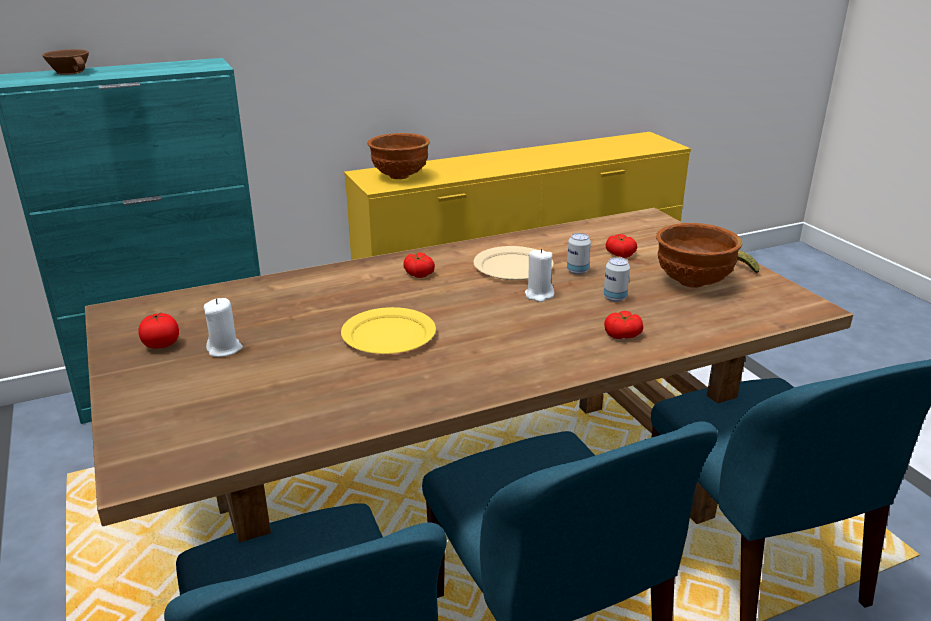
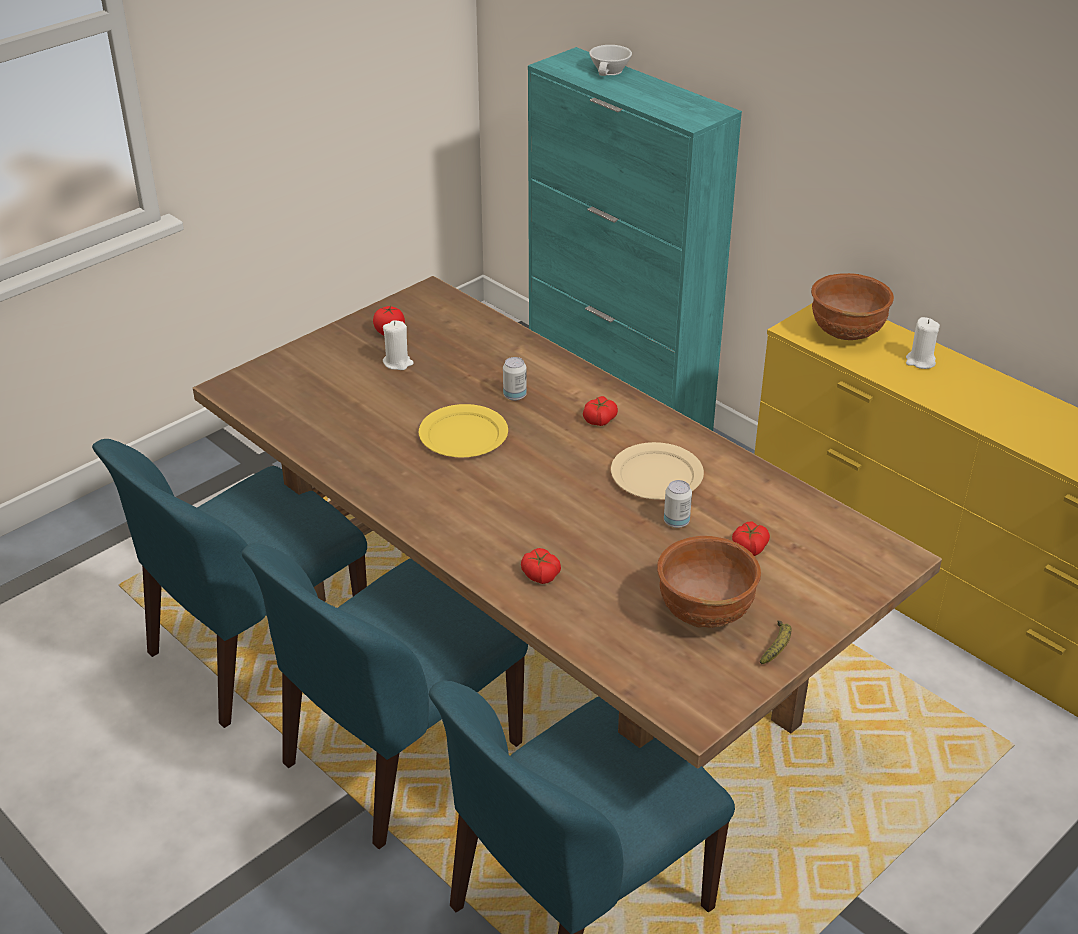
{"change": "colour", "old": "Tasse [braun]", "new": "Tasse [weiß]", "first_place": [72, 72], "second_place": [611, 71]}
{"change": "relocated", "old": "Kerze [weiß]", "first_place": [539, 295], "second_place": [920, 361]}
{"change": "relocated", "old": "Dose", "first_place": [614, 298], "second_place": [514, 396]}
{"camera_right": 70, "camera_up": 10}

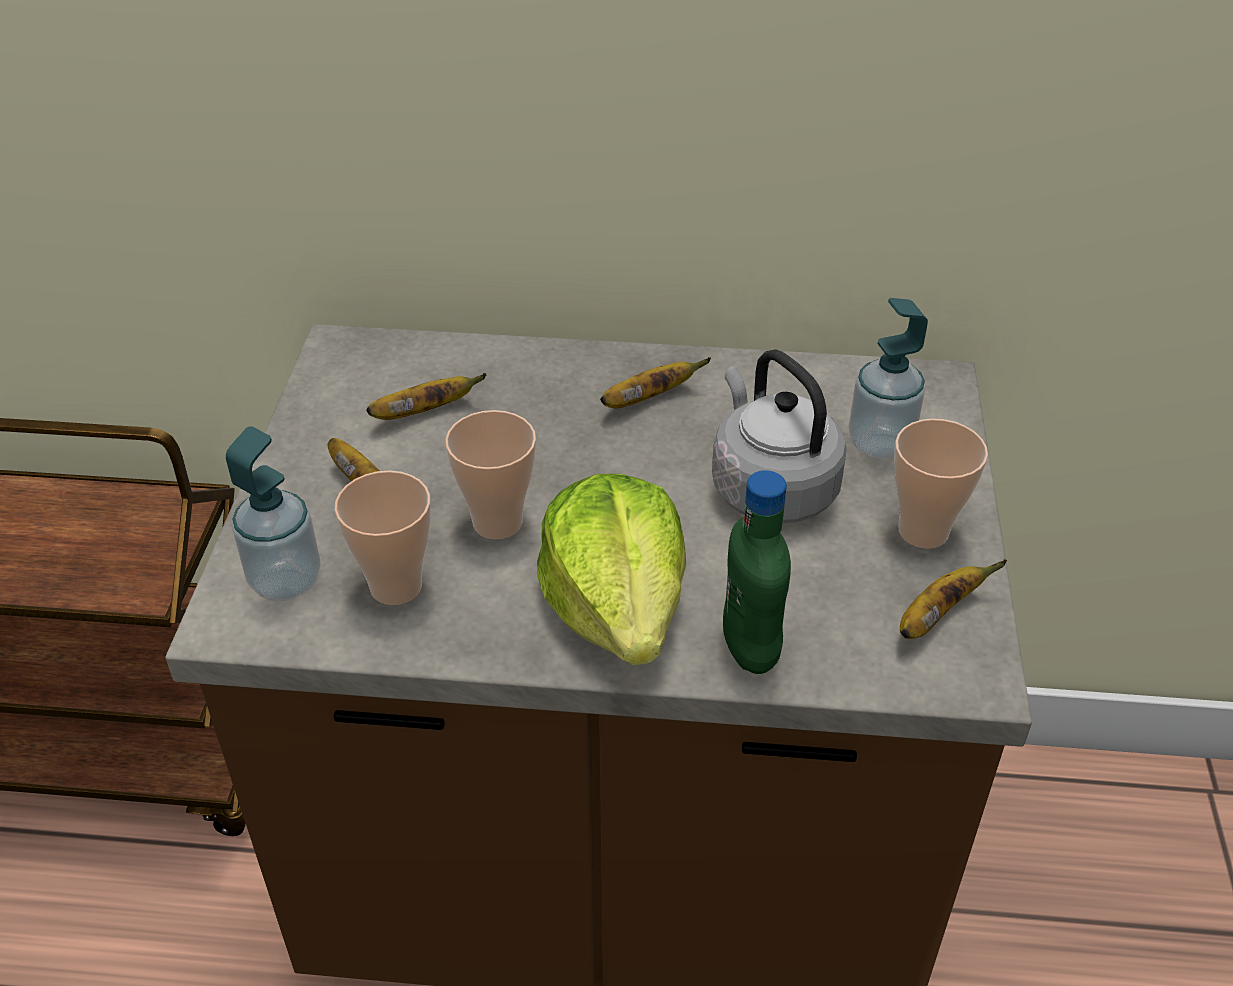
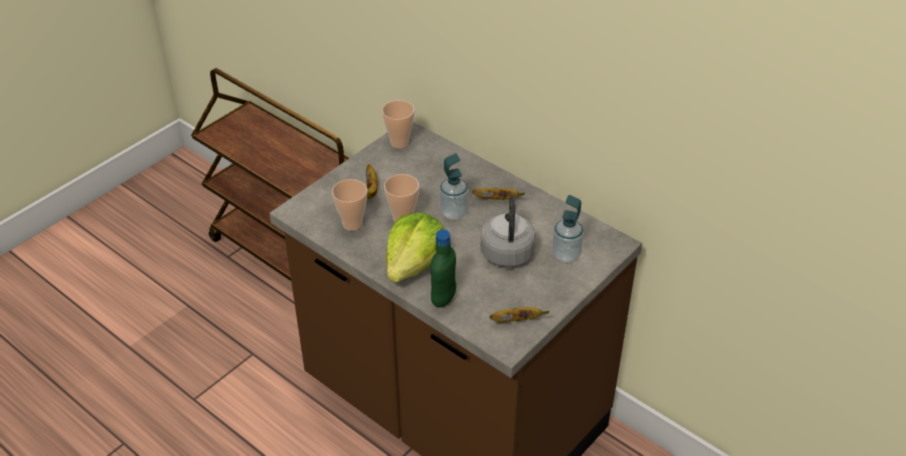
{"change": "missing", "old": "Banane", "first_place": [425, 412]}
{"change": "relocated", "old": "Tasse", "first_place": [923, 531], "second_place": [399, 142]}
{"change": "relocated", "old": "Seifenspender", "first_place": [285, 581], "second_place": [453, 213]}
{"camera_right": 35, "camera_up": 0}

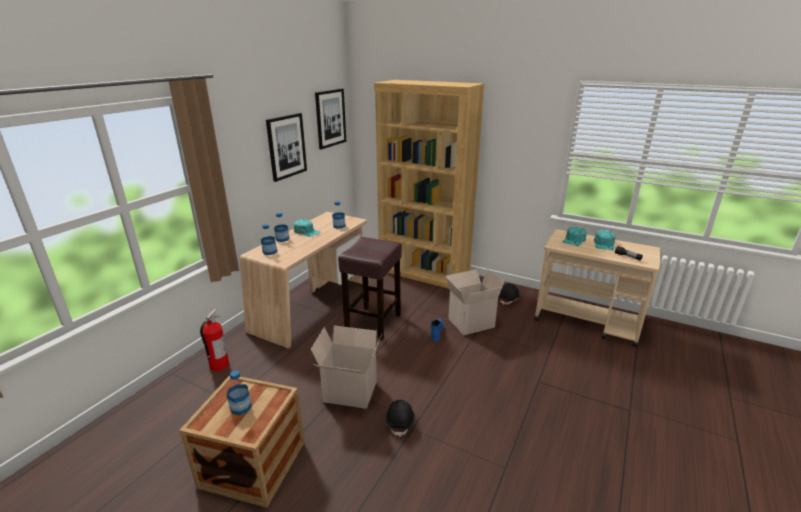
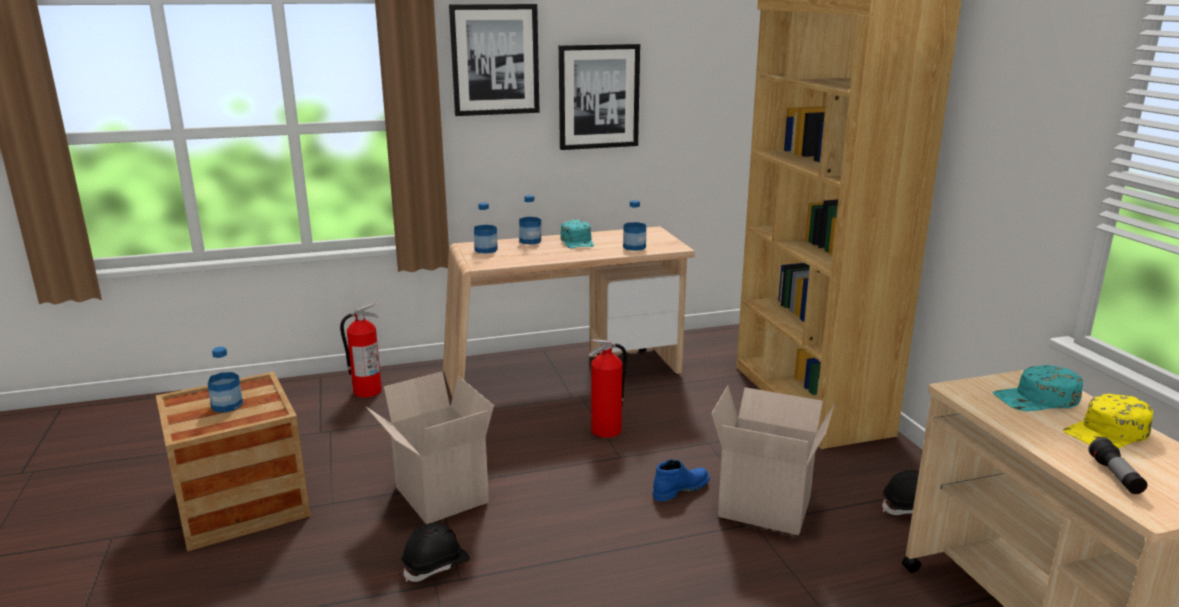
{"change": "relocated", "old": "Bild", "first_place": [330, 118], "second_place": [495, 60]}
{"change": "colour", "old": "Kappe [türkis]", "new": "Kappe [gelb]", "first_place": [604, 244], "second_place": [1107, 433]}
{"change": "exchanged", "old": "Hocker [braun]", "new": "Feuerlöscher", "first_place": [373, 323], "second_place": [607, 431]}
{"camera_right": 45, "camera_up": -5}

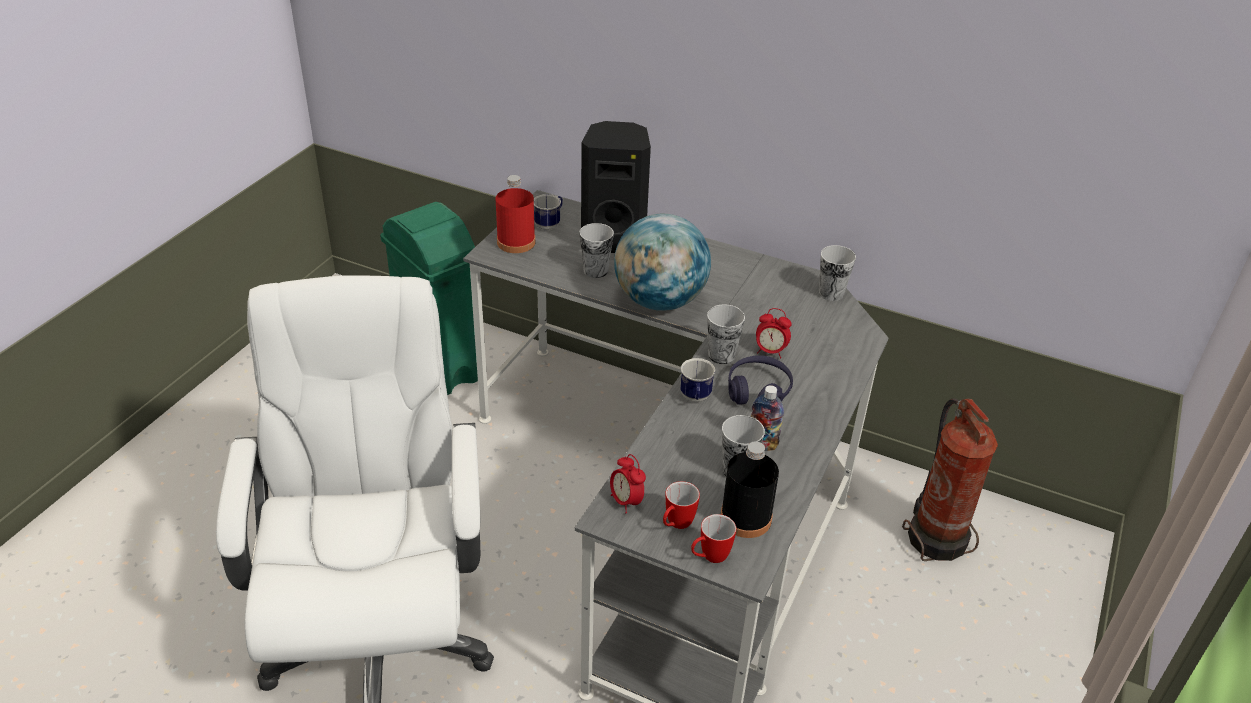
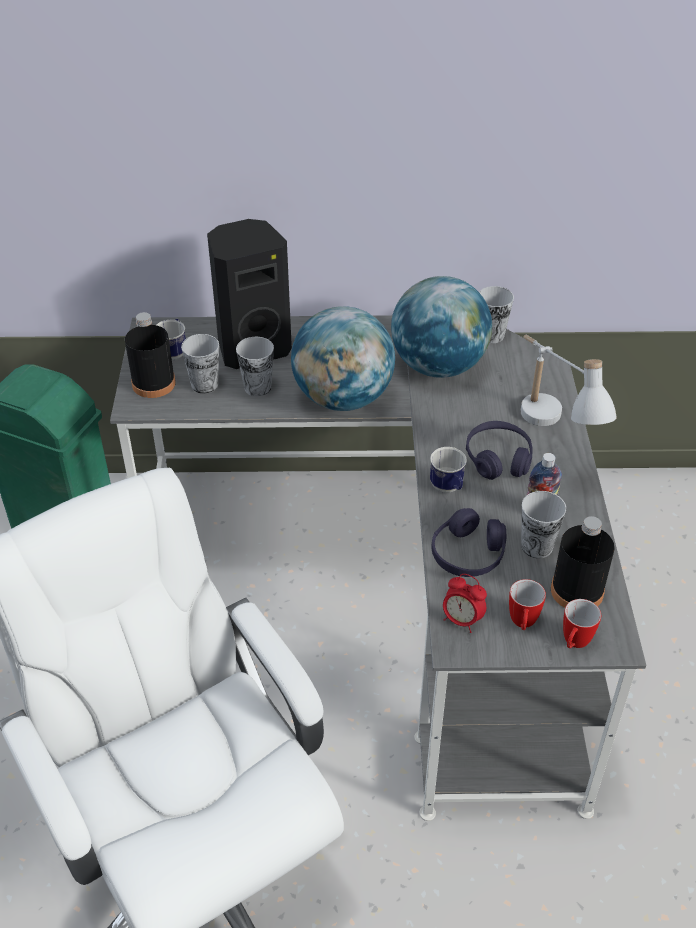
{"change": "colour", "old": "Flasche [rot]", "new": "Flasche [schwarz]", "first_place": [516, 242], "second_place": [153, 383]}
{"change": "relocated", "old": "Tasse", "first_place": [721, 355], "second_place": [204, 384]}
{"change": "missing", "old": "Wecker", "first_place": [770, 351]}
{"change": "missing", "old": "Feuerlöscher", "first_place": [936, 536]}
{"change": "appeared", "new": "Globus", "second_place": [438, 366]}
{"change": "appeared", "new": "Tischlampe [weiß]", "second_place": [550, 432]}
{"change": "appeared", "new": "Kopfhörer [lila]", "second_place": [467, 554]}
{"camera_right": -25, "camera_up": 5}

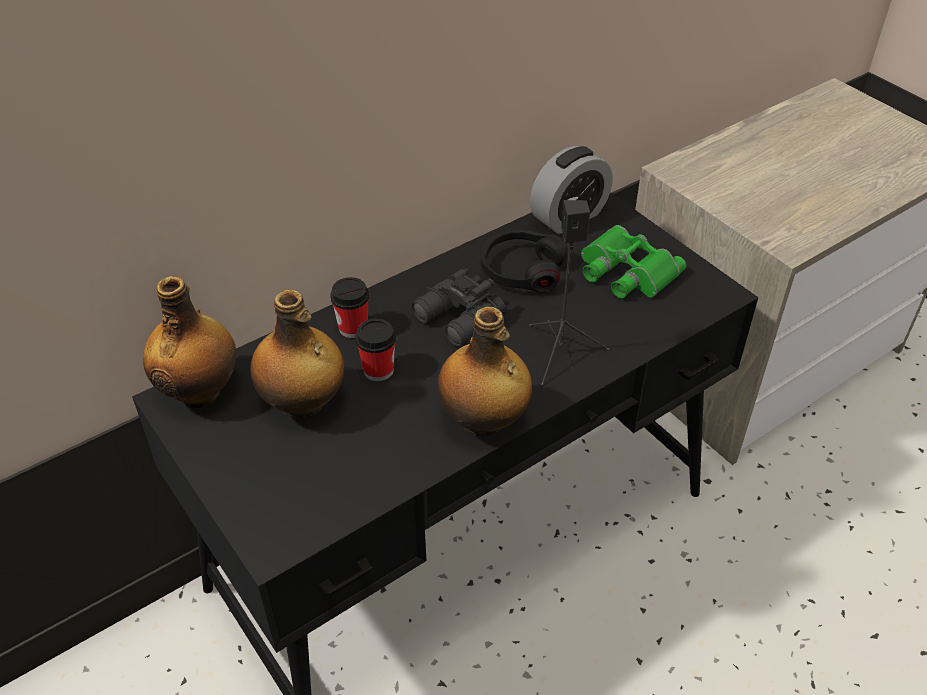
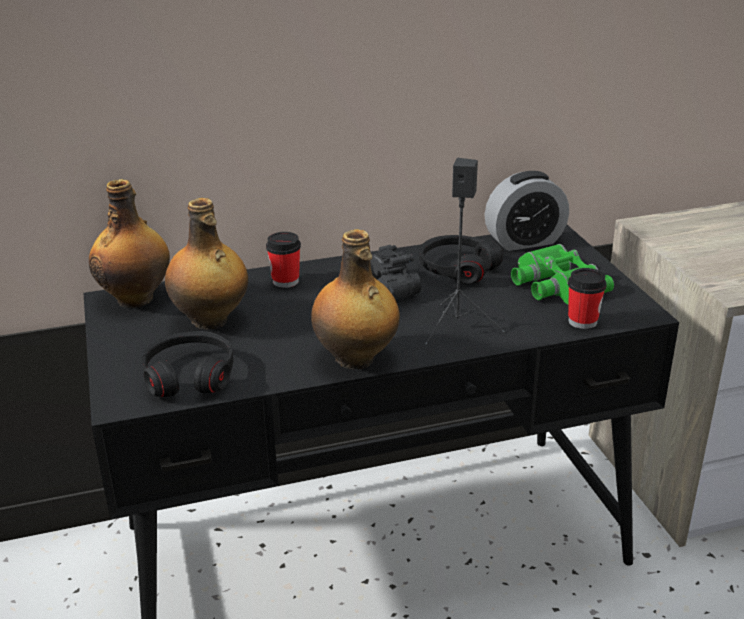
{"change": "relocated", "old": "Tasse", "first_place": [378, 370], "second_place": [582, 321]}
{"change": "appeared", "new": "Kopfhörer [schwarz]", "second_place": [190, 375]}
{"camera_right": 20, "camera_up": -15}

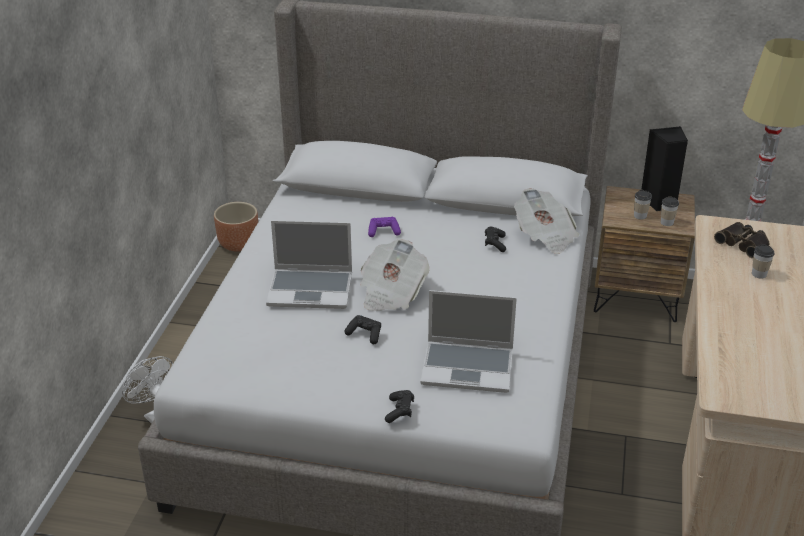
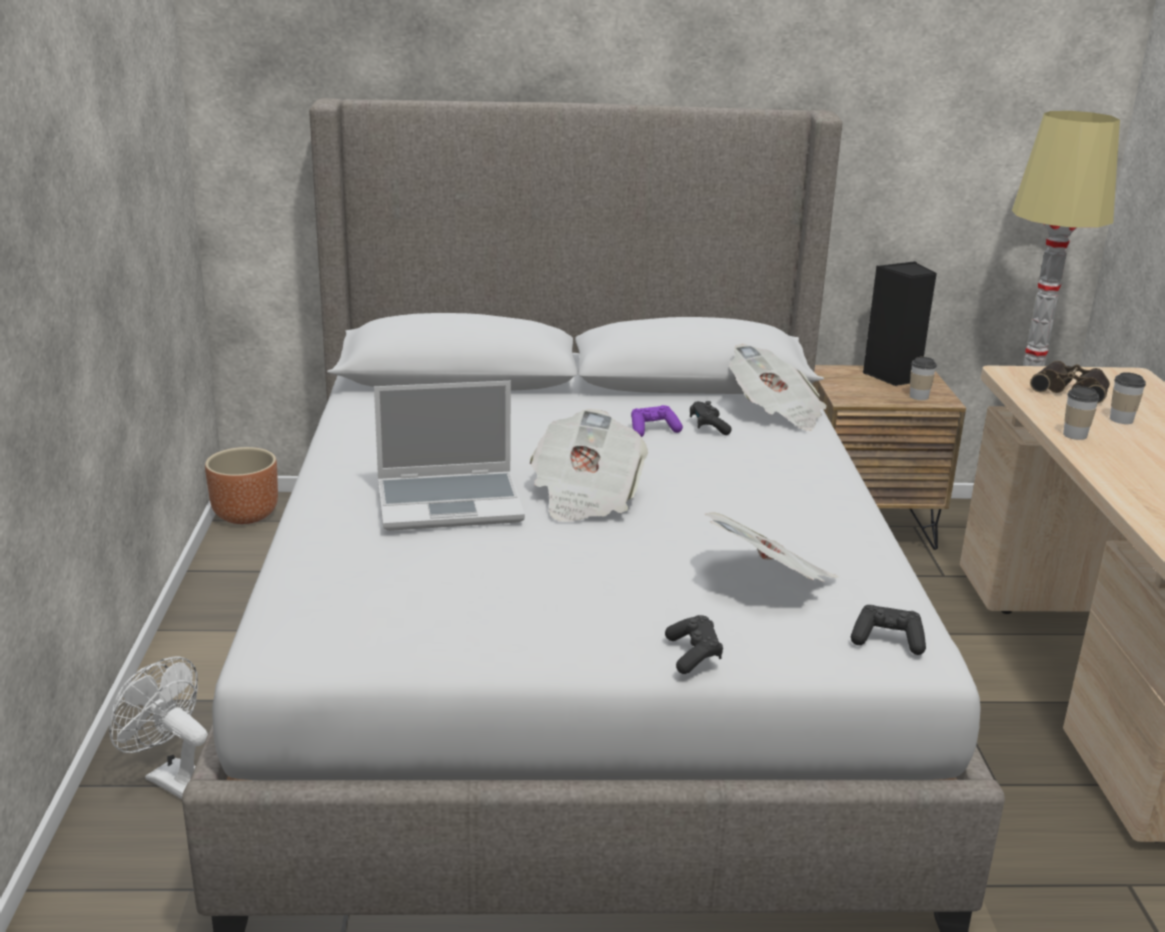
{"change": "relocated", "old": "Tasse", "first_place": [640, 216], "second_place": [1075, 435]}
{"change": "relocated", "old": "Gamepad [lila]", "first_place": [383, 232], "second_place": [653, 430]}
{"change": "exchanged", "old": "Laptop", "new": "Zeitung", "first_place": [468, 367], "second_place": [770, 580]}
{"change": "relocated", "old": "Gamepad [schwarz]", "first_place": [365, 334], "second_place": [887, 640]}
{"camera_right": -15, "camera_up": -10}

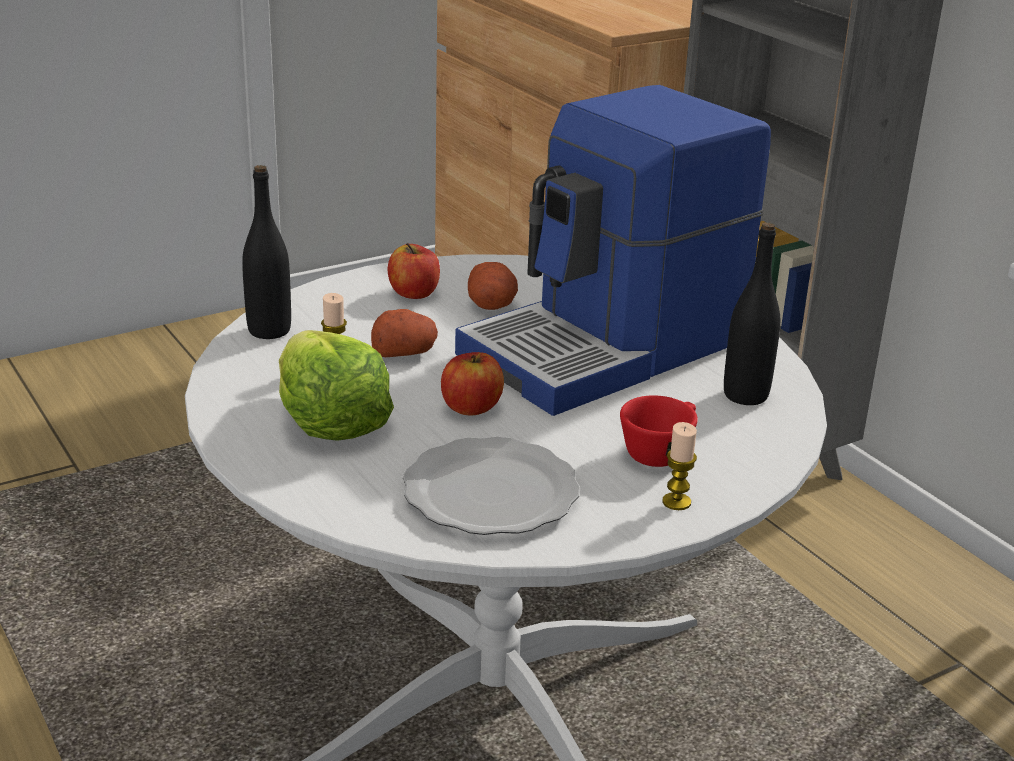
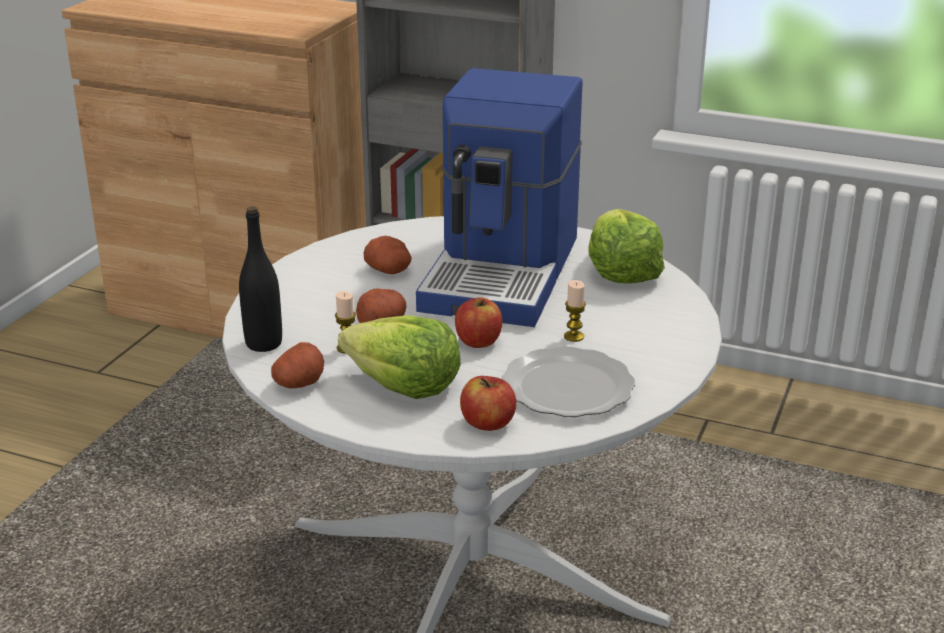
{"change": "exchanged", "old": "Flasche [schwarz]", "new": "Salatkopf", "first_place": [745, 395], "second_place": [621, 272]}
{"change": "relocated", "old": "Apfel", "first_place": [414, 293], "second_place": [488, 423]}
{"change": "missing", "old": "Tasse [rot]", "first_place": [660, 451]}
{"change": "relocated", "old": "Kerze", "first_place": [676, 502], "second_place": [574, 336]}
{"change": "appeared", "new": "Kartoffel", "second_place": [299, 383]}
{"camera_right": -35, "camera_up": 0}

